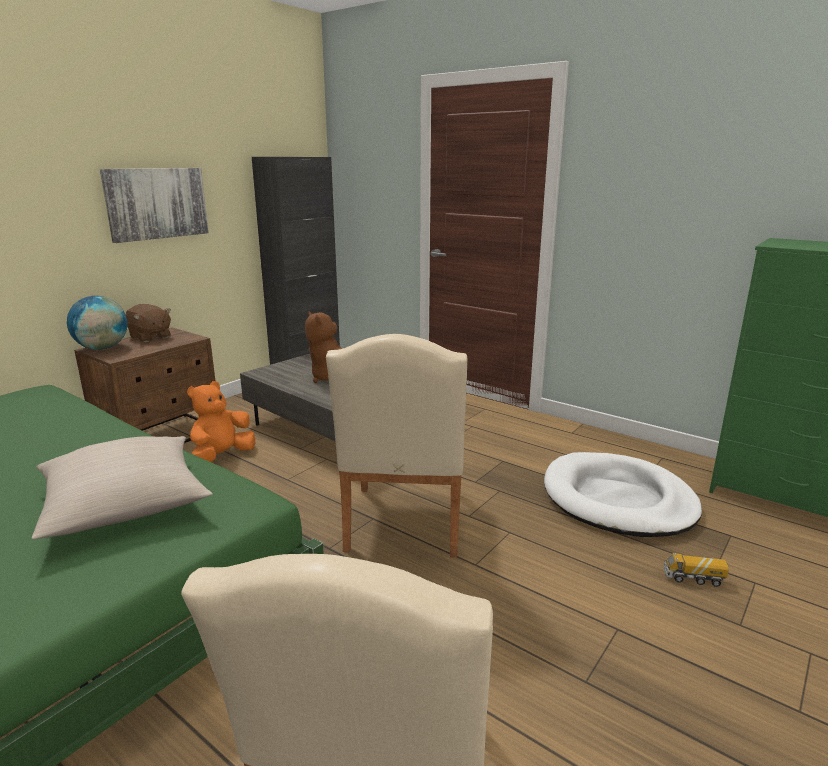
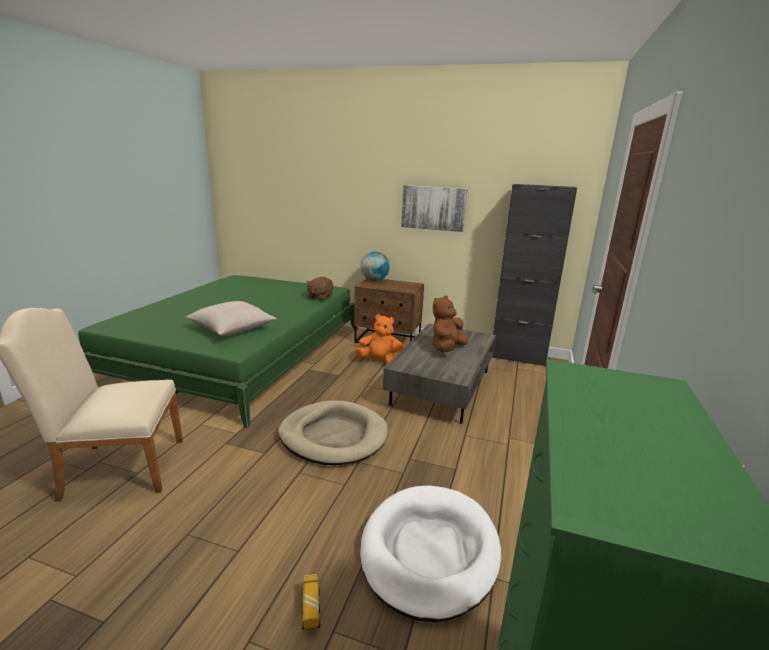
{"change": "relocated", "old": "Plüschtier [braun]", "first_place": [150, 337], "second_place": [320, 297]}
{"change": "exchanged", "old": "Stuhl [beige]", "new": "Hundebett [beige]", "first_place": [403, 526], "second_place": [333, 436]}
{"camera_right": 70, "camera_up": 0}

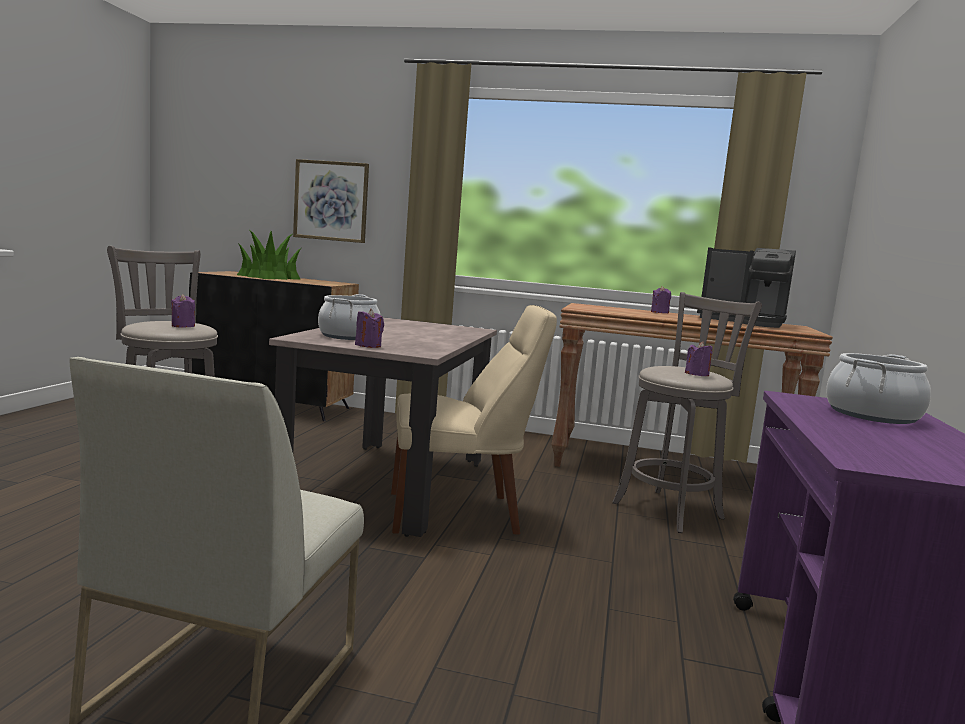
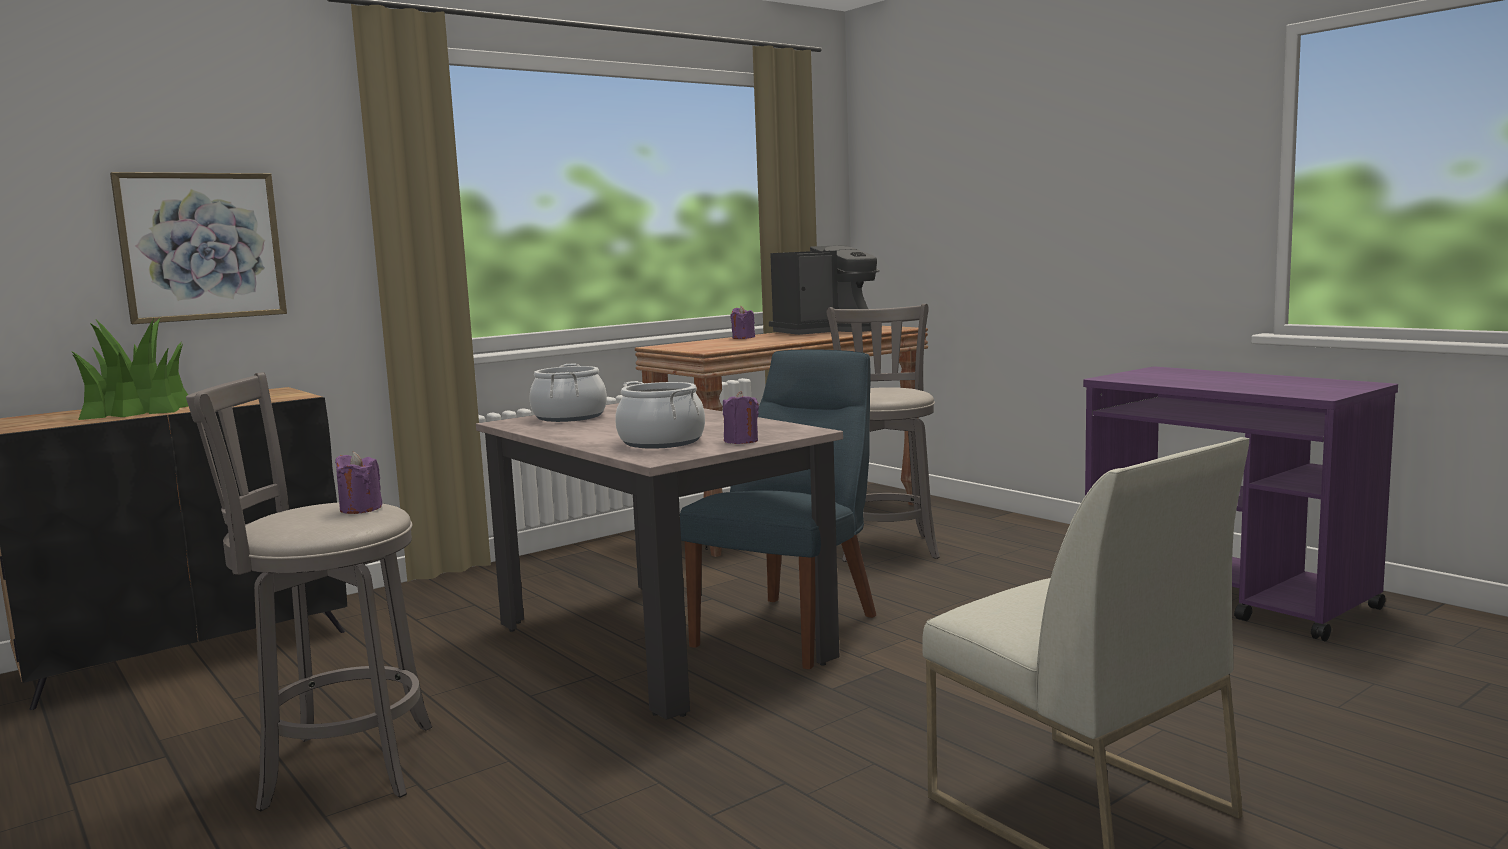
{"change": "colour", "old": "Stuhl [beige]", "new": "Stuhl [blau]", "first_place": [459, 513], "second_place": [792, 628]}
{"change": "missing", "old": "Kerze [lila]", "first_place": [697, 374]}
{"change": "relocated", "old": "Kochtopf", "first_place": [872, 415], "second_place": [569, 417]}
{"camera_right": -50, "camera_up": 0}

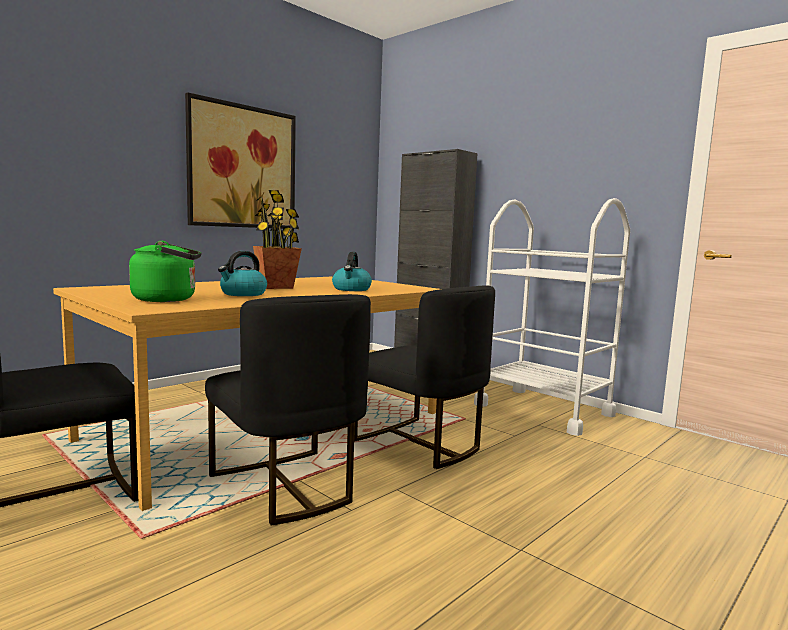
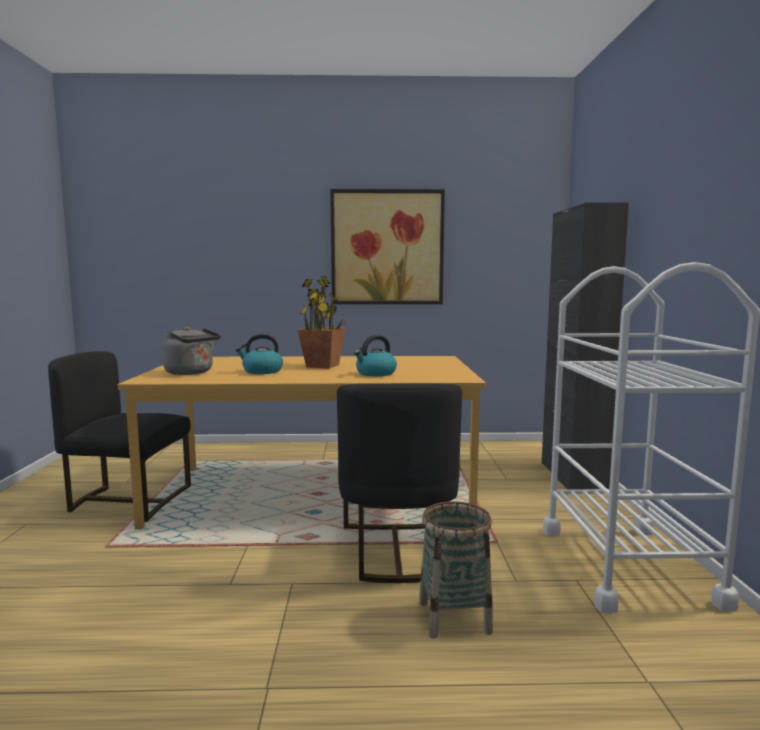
{"change": "colour", "old": "Wasserkessel [grün]", "new": "Wasserkessel [grau]", "first_place": [168, 299], "second_place": [191, 372]}
{"change": "missing", "old": "Stuhl [schwarz]", "first_place": [286, 487]}
{"change": "appeared", "new": "Korb", "second_place": [454, 617]}
{"camera_right": 45, "camera_up": 0}

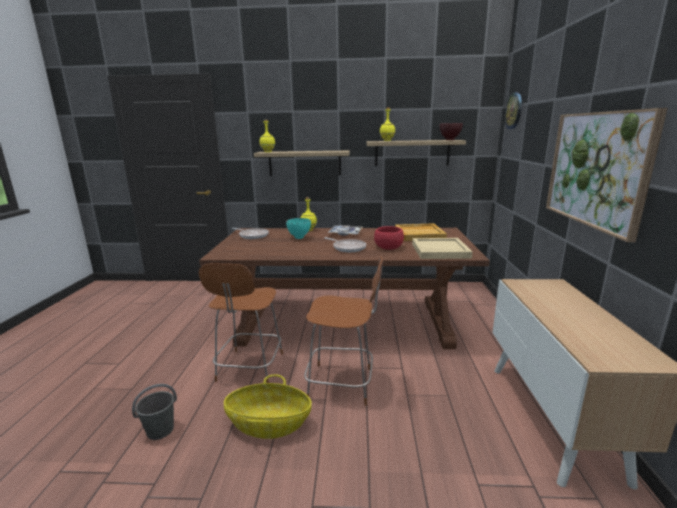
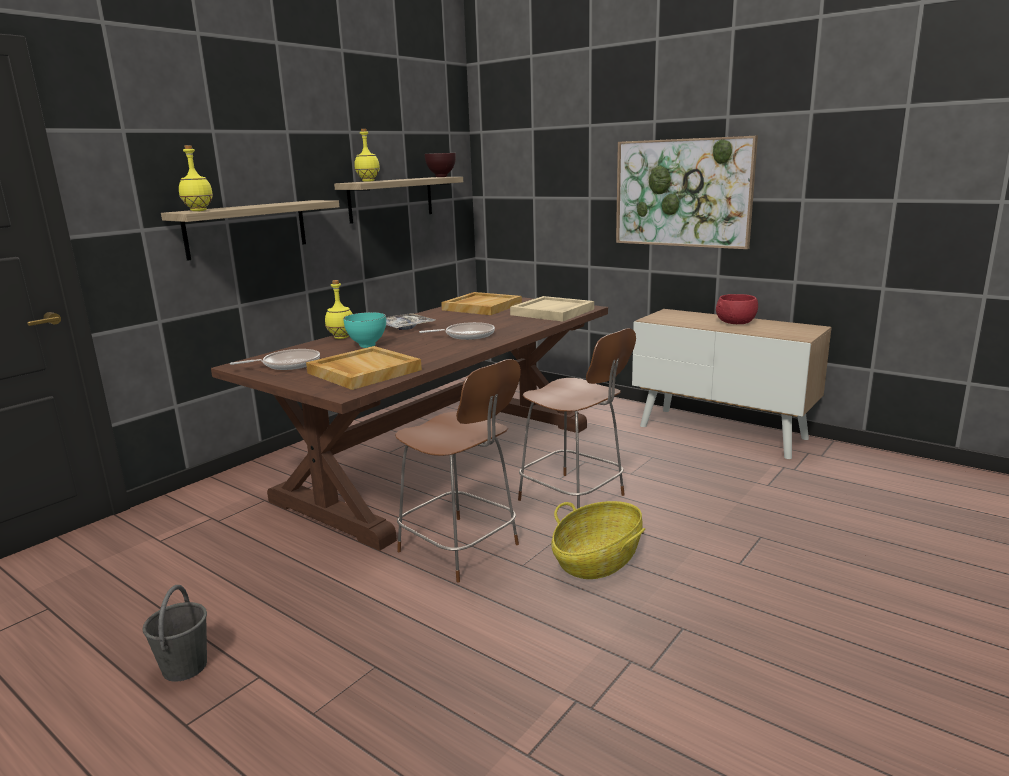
{"change": "missing", "old": "Wanduhr", "first_place": [514, 110]}
{"change": "relocated", "old": "Schüssel [rot]", "first_place": [388, 248], "second_place": [735, 323]}
{"change": "spun", "old": "Stuhl [braun]", "first_place": [343, 384], "second_place": [574, 499], "degrees": 90}
{"change": "relocated", "old": "Eimer [grau]", "first_place": [160, 430], "second_place": [184, 667]}
{"change": "appeared", "new": "Tablett [beige]", "second_place": [363, 371]}
{"camera_right": -55, "camera_up": 0}

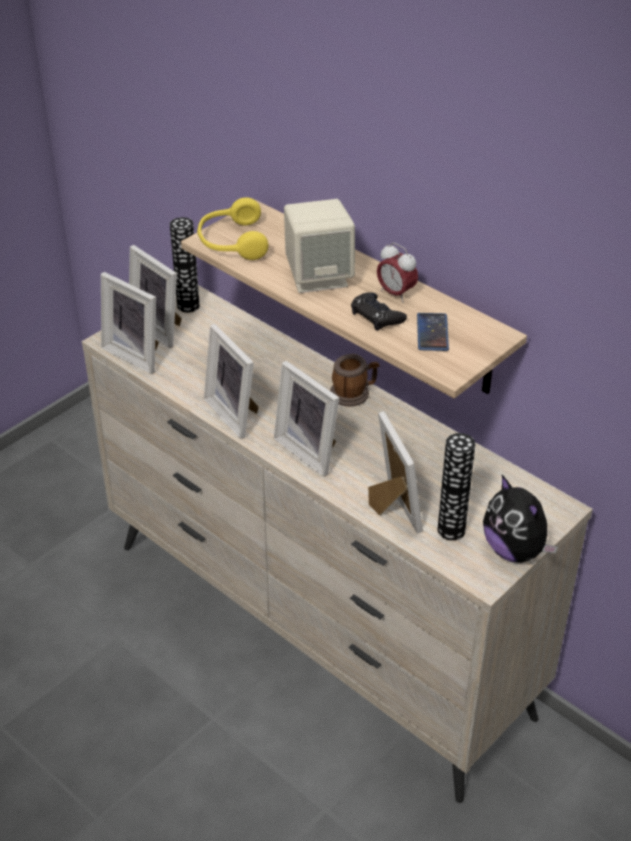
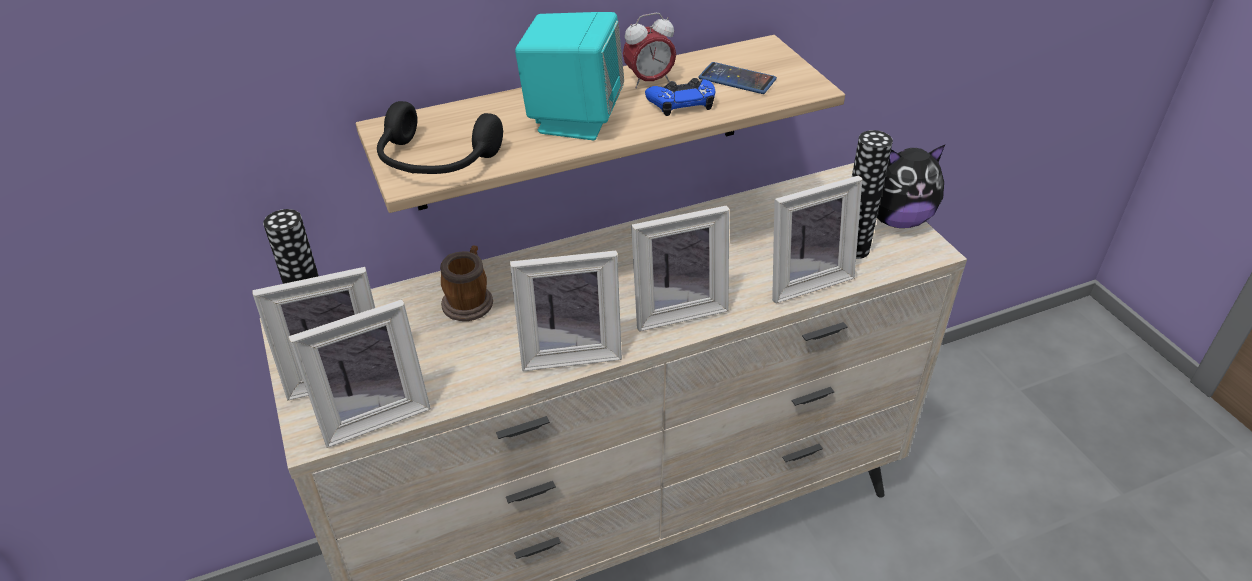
{"change": "colour", "old": "Kopfhörer [gelb]", "new": "Kopfhörer [schwarz]", "first_place": [231, 242], "second_place": [435, 161]}
{"change": "colour", "old": "Lautsprecher [beige]", "new": "Lautsprecher [türkis]", "first_place": [319, 277], "second_place": [573, 119]}
{"change": "colour", "old": "Gamepad [schwarz]", "new": "Gamepad [blau]", "first_place": [377, 316], "second_place": [682, 102]}
{"change": "relocated", "old": "Henkelbecher", "first_place": [354, 393], "second_place": [469, 300]}
{"change": "spun", "old": "Bilderrahmen", "first_place": [390, 509], "second_place": [804, 279], "degrees": 150}
{"camera_right": -65, "camera_up": 0}

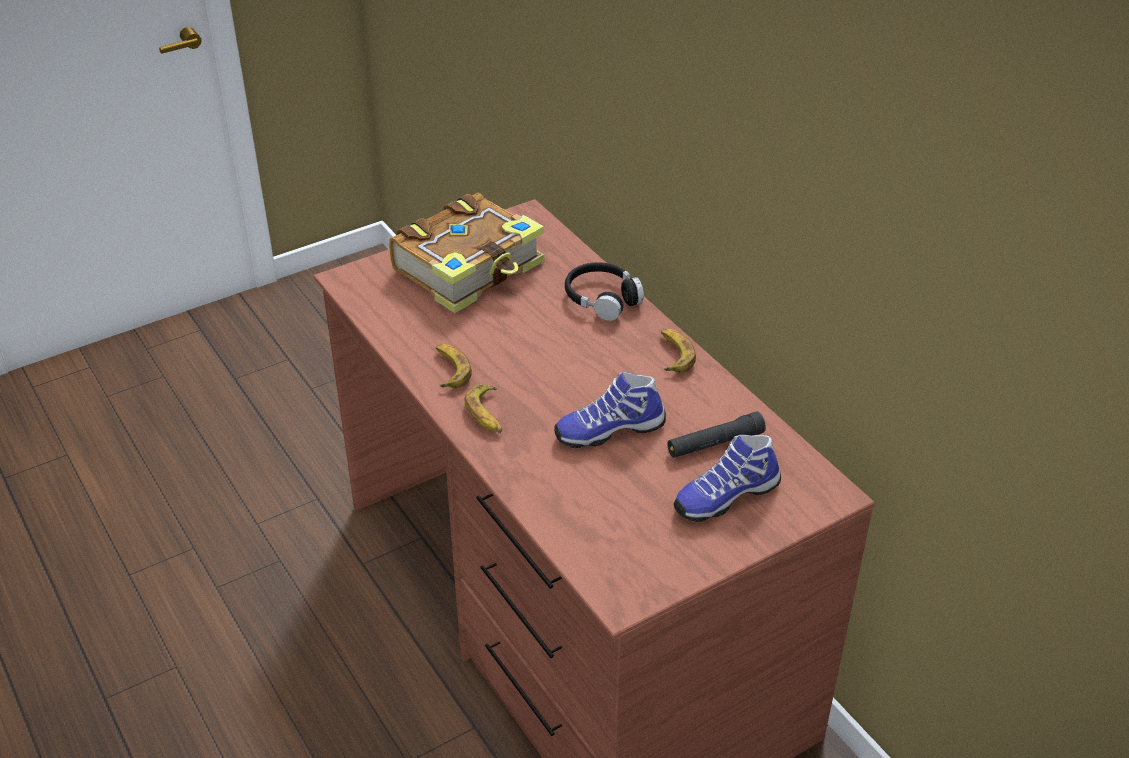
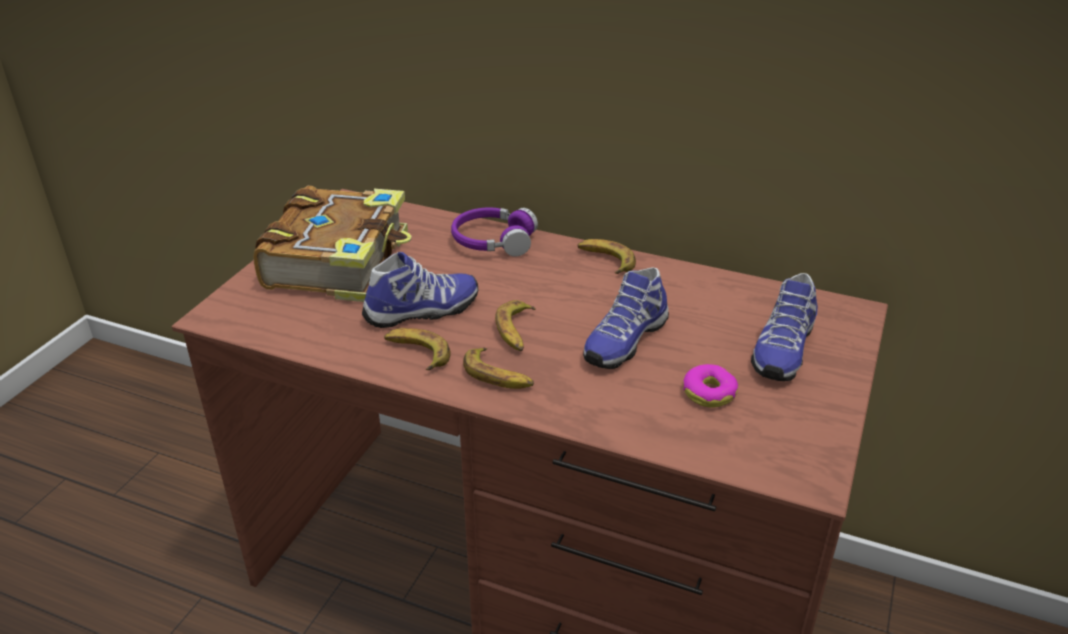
{"change": "colour", "old": "Kopfhörer [schwarz]", "new": "Kopfhörer [lila]", "first_place": [602, 298], "second_place": [493, 241]}
{"change": "missing", "old": "Taschenlampe [schwarz]", "first_place": [715, 443]}
{"change": "appeared", "new": "Schuh", "second_place": [423, 311]}
{"change": "appeared", "new": "Banane", "second_place": [516, 332]}
{"change": "appeared", "new": "Donut", "second_place": [709, 393]}
{"camera_right": -35, "camera_up": -5}

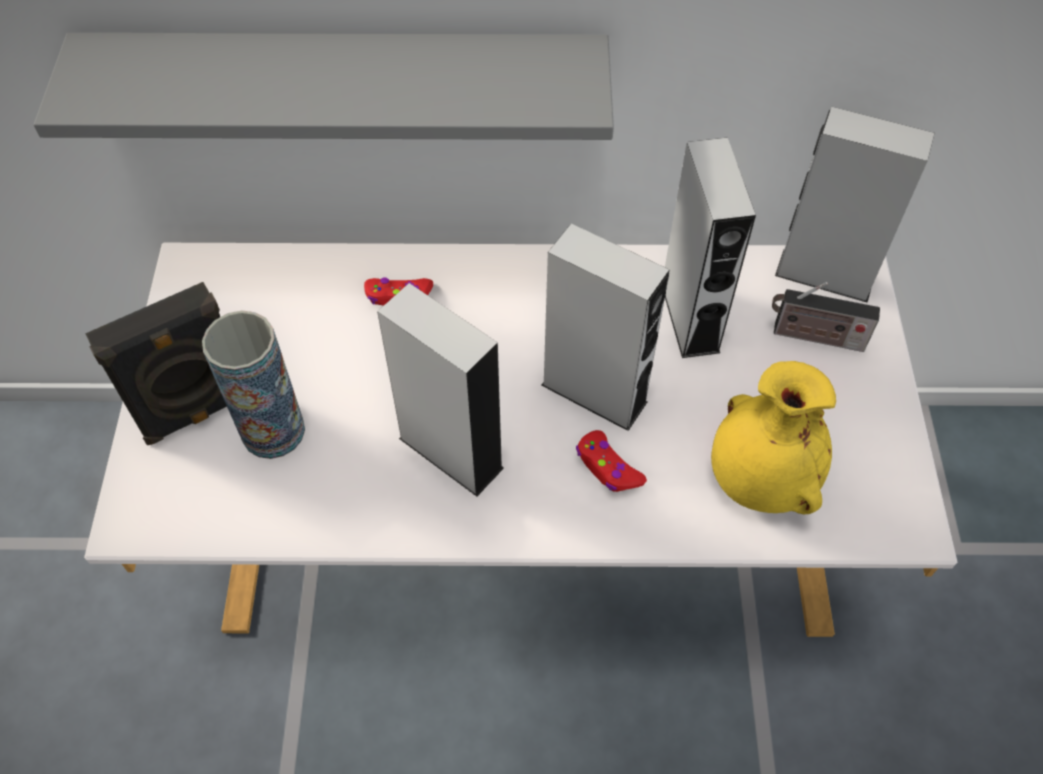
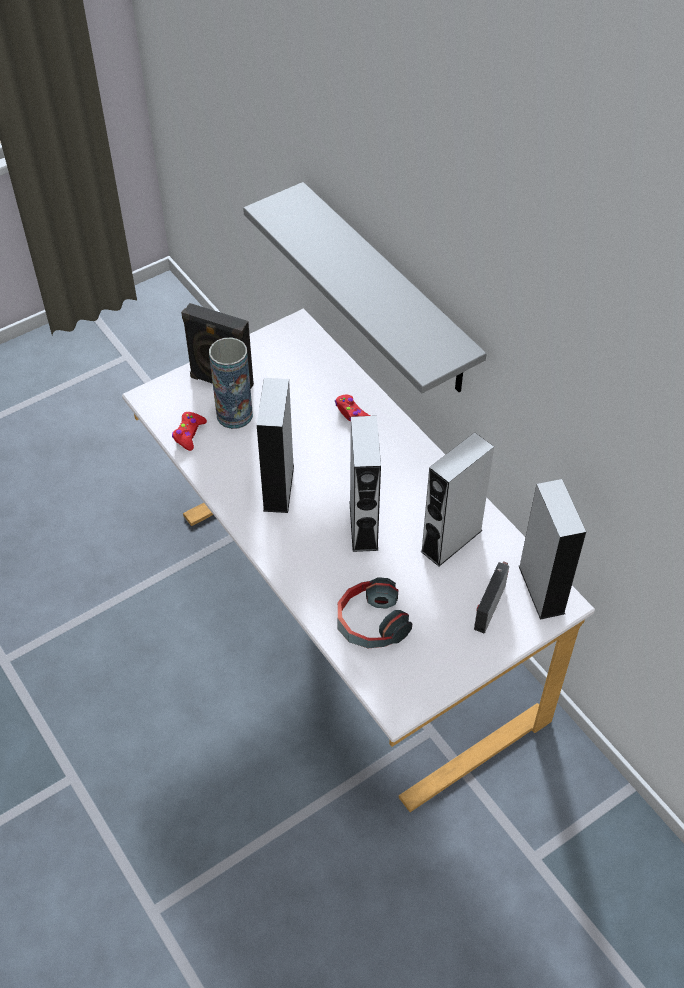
{"change": "spun", "old": "Radio", "first_place": [814, 337], "second_place": [490, 604], "degrees": 45}
{"change": "exchanged", "old": "Vase [gelb]", "new": "Kopfhörer", "first_place": [759, 479], "second_place": [370, 623]}
{"change": "relocated", "old": "Gamepad [rot]", "first_place": [607, 467], "second_place": [189, 434]}
{"camera_right": 55, "camera_up": -5}

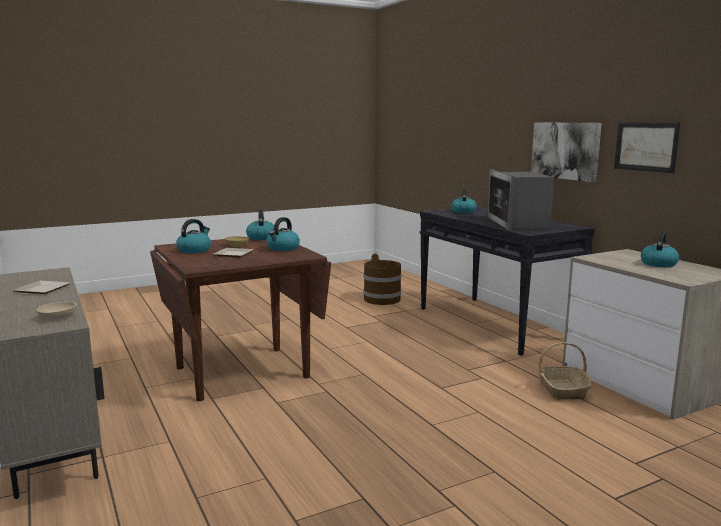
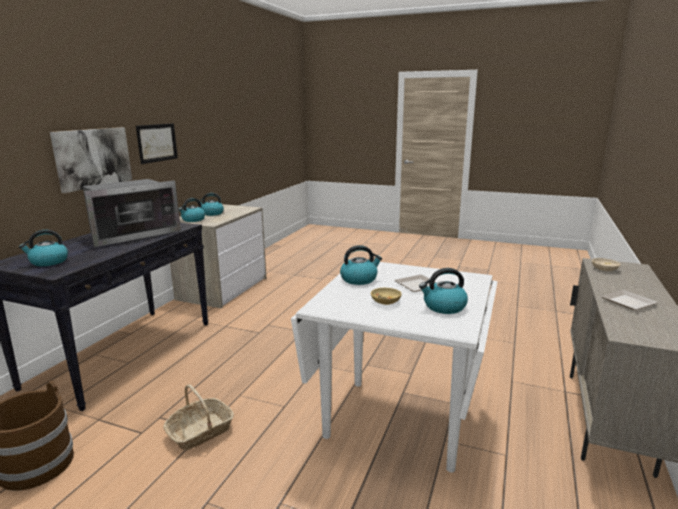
{"change": "relocated", "old": "Wasserkessel", "first_place": [261, 238], "second_place": [193, 220]}
{"change": "colour", "old": "Esstisch [braun]", "new": "Esstisch [weiß]", "first_place": [242, 372], "second_place": [398, 420]}
{"change": "relocated", "old": "Korb", "first_place": [562, 389], "second_place": [200, 432]}
{"camera_right": -130, "camera_up": 5}

